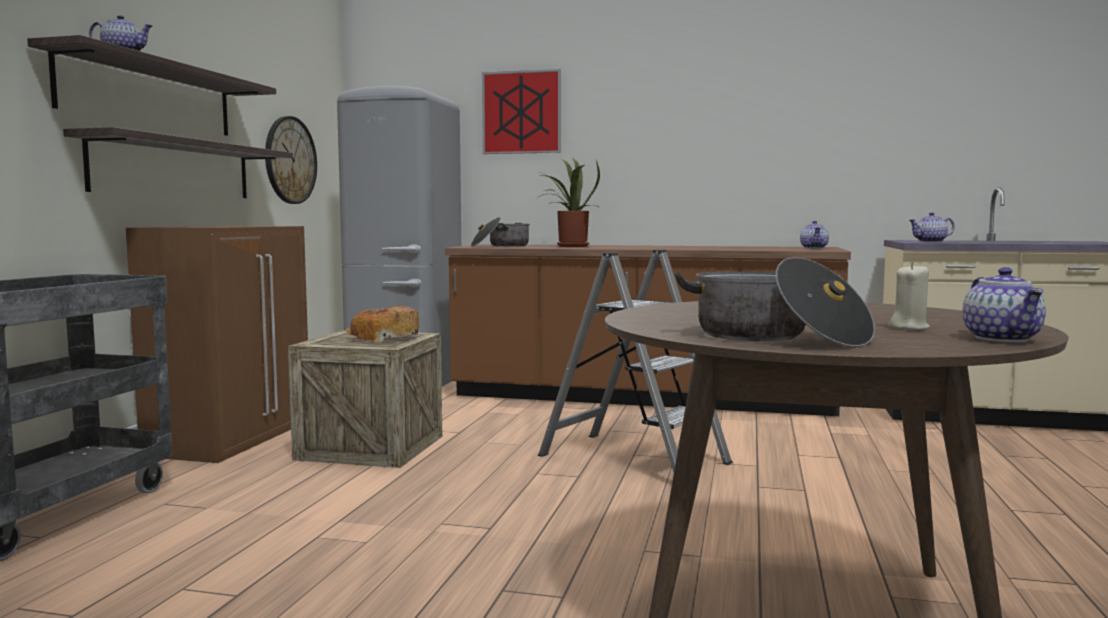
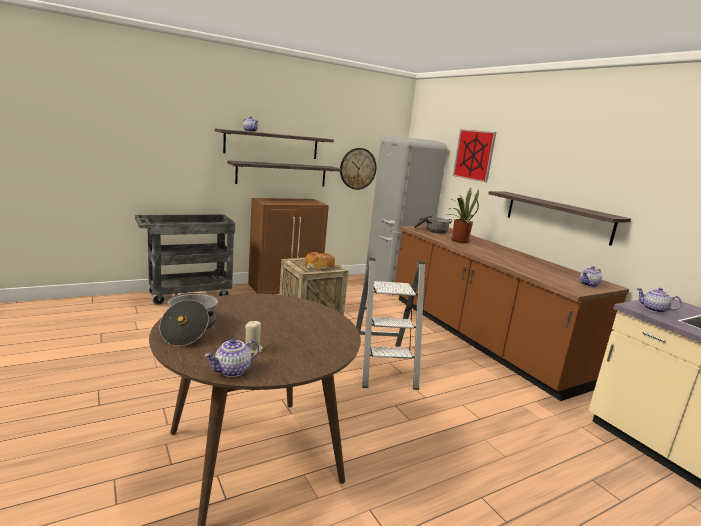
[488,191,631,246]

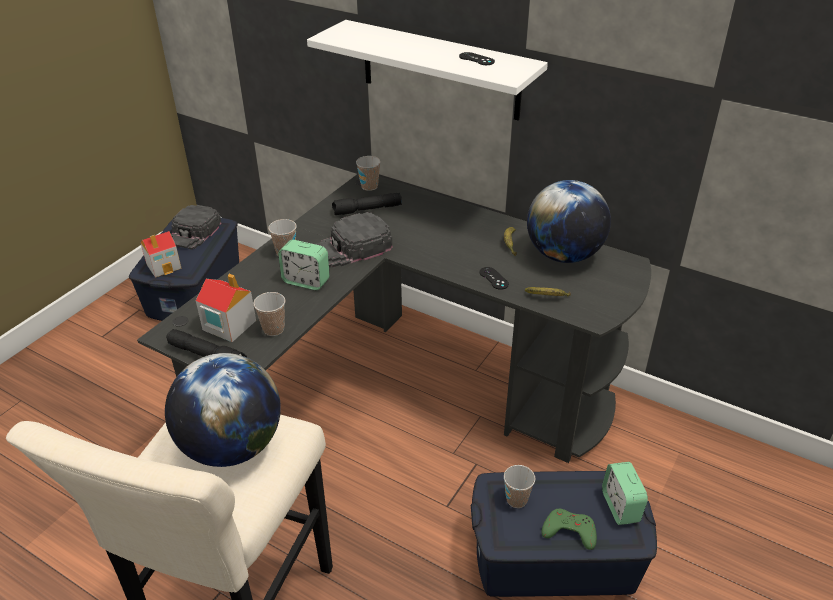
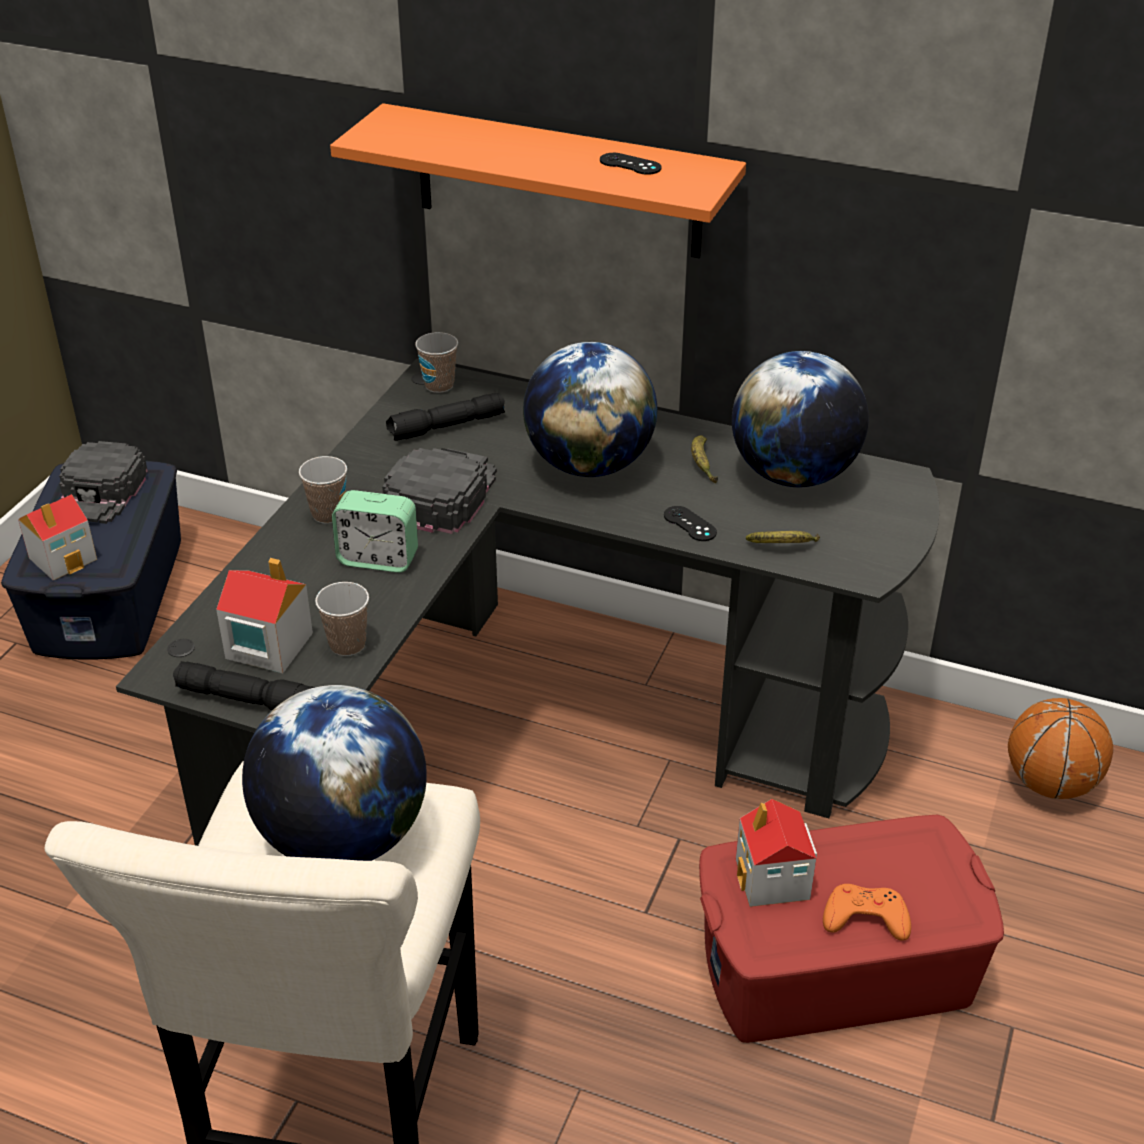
[330,103,746,258]
[382,448,497,534]
[699,815,1004,1043]
[736,799,817,907]
[823,884,911,941]
[602,462,648,525] (first image)
[523,342,657,477]
[1008,698,1113,799]

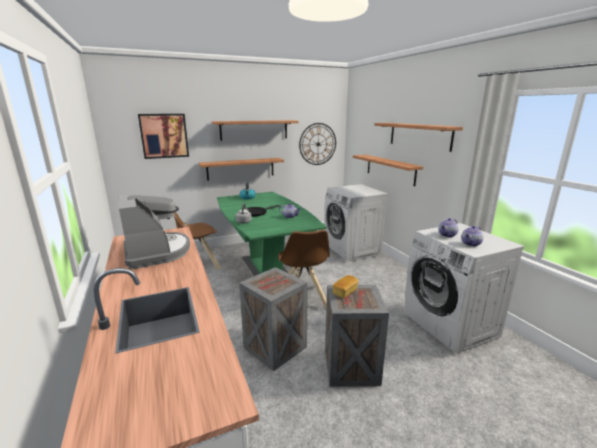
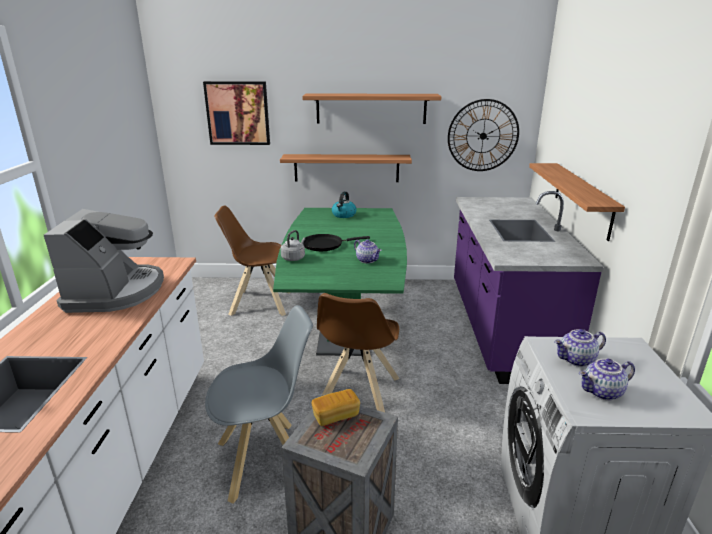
[205,305,313,504]
[454,191,604,384]
[374,123,463,152] (first image)

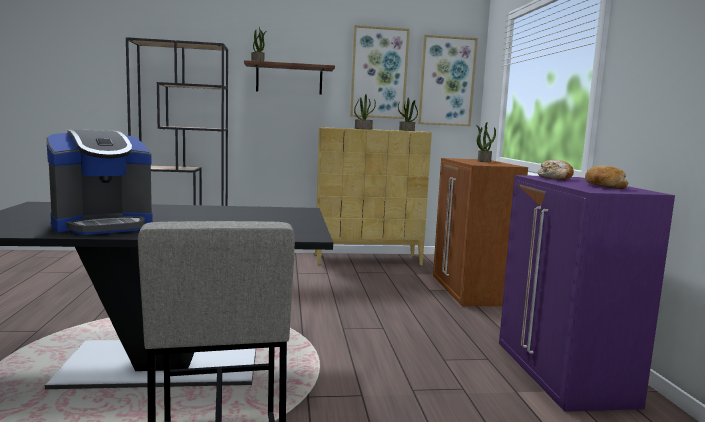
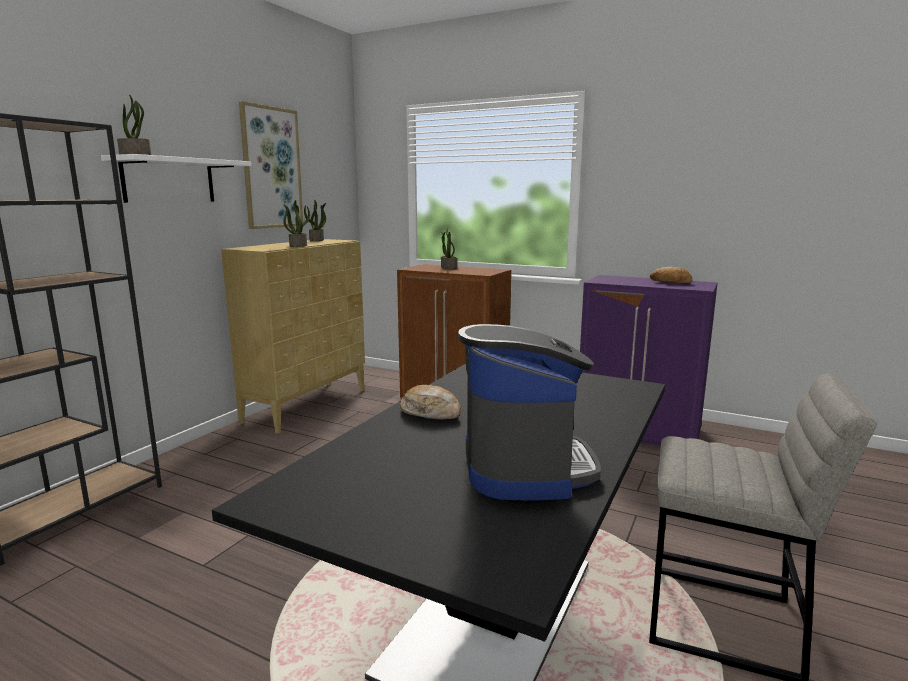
[101,154,251,203]
[418,35,478,126] (first image)
[400,385,461,420]

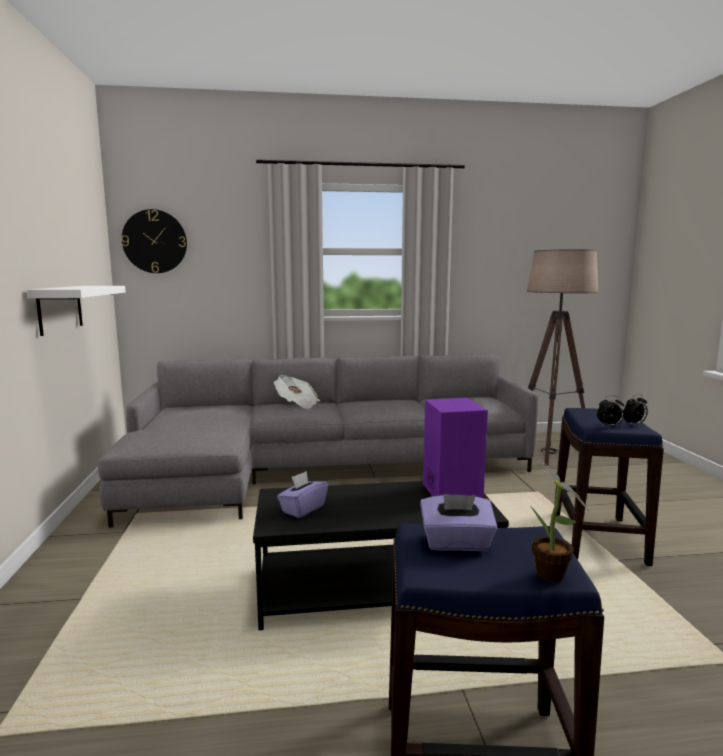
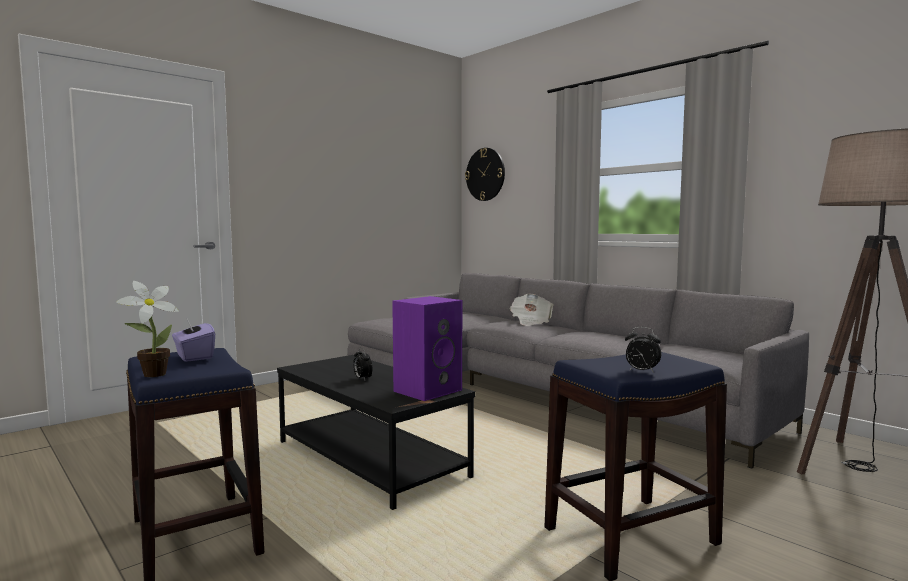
[27,286,126,336] (first image)
[277,471,328,518] (first image)
[353,348,372,380]

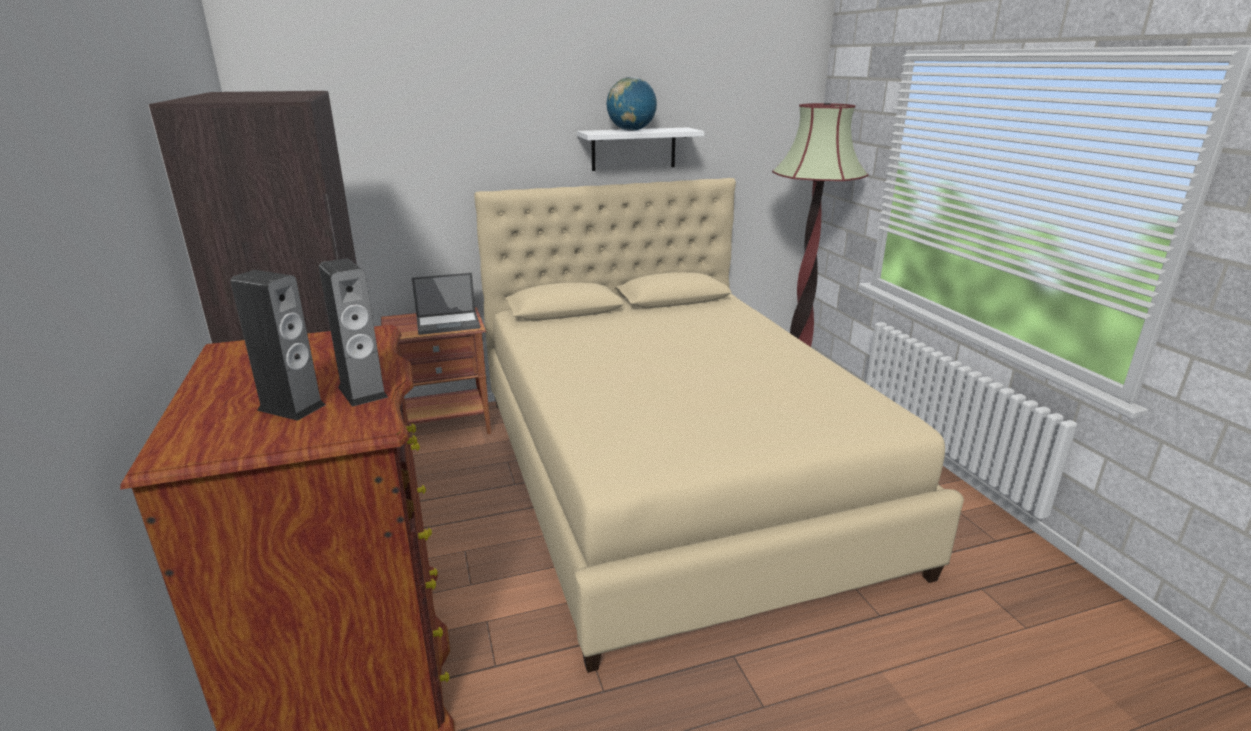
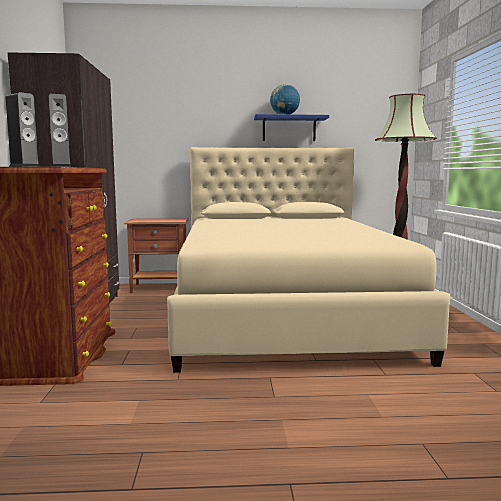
[412,273,480,335] (first image)
[254,114,329,141]

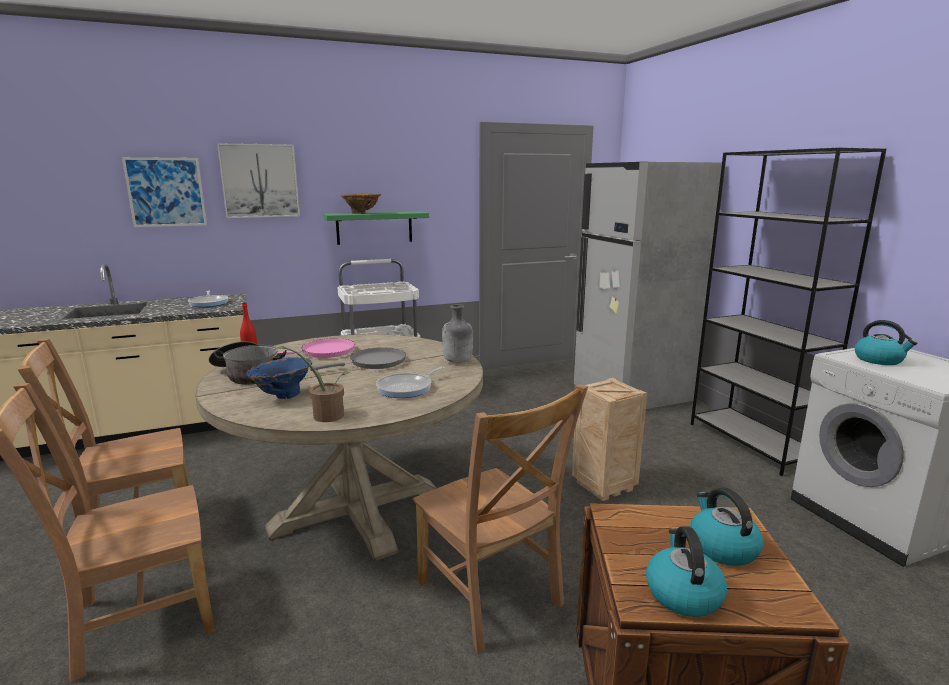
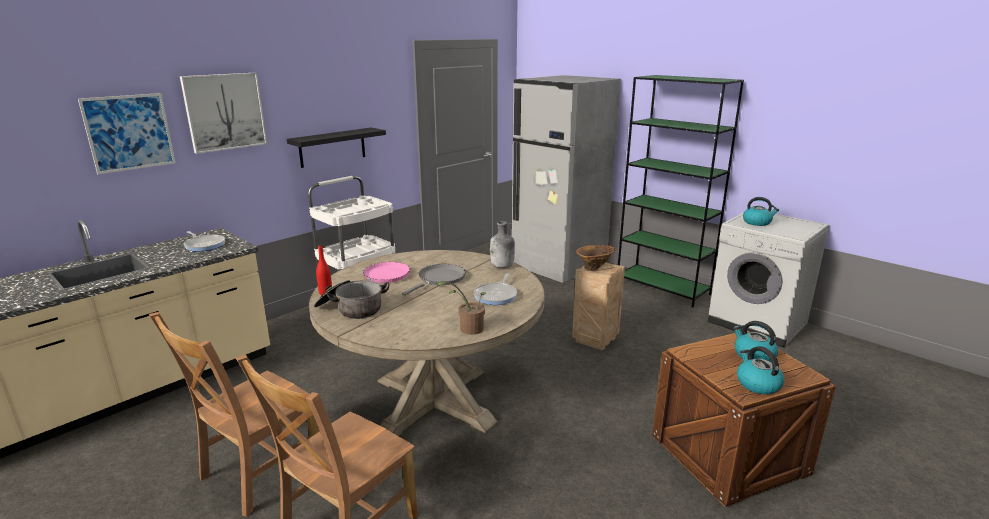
[246,357,312,399] (first image)
[287,128,386,168]
[576,245,615,271]
[412,384,588,653] (first image)
[618,75,744,307]

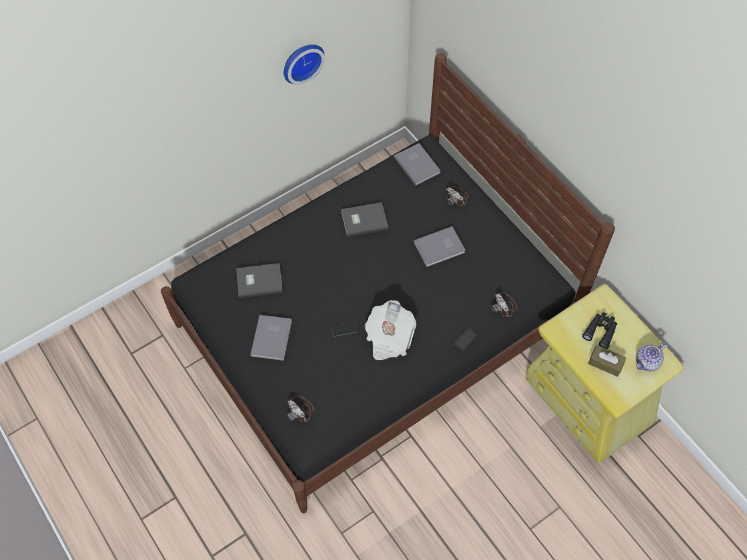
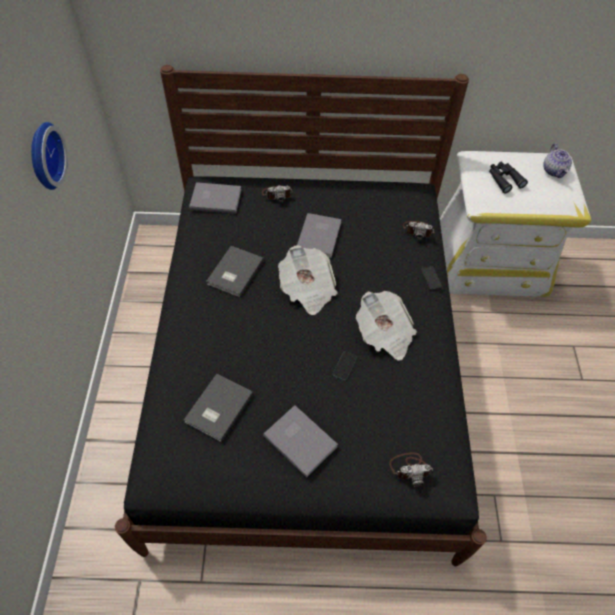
[440,151,591,297]
[588,345,626,377] (first image)
[278,245,337,315]

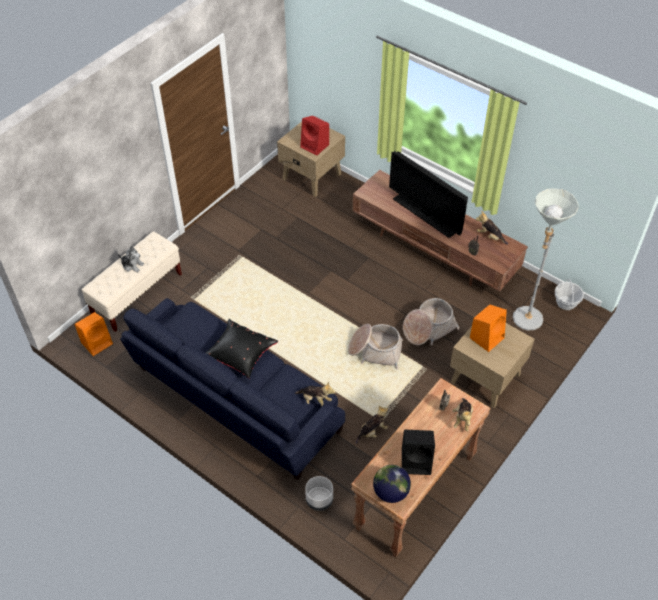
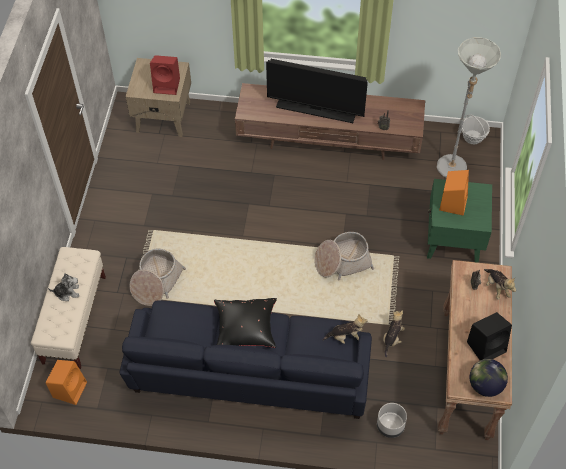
[130,249,186,306]
[427,179,492,263]
[476,211,508,245] (first image)

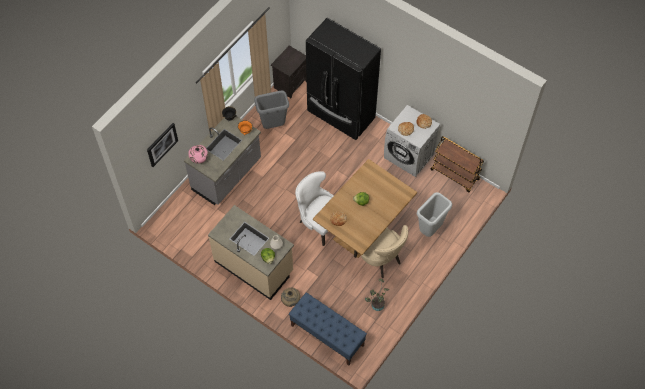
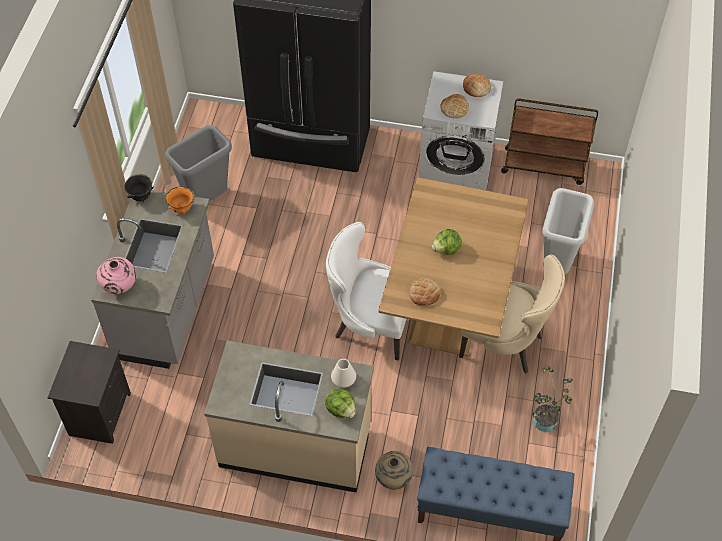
[147,123,178,167] (first image)
[47,341,131,444]

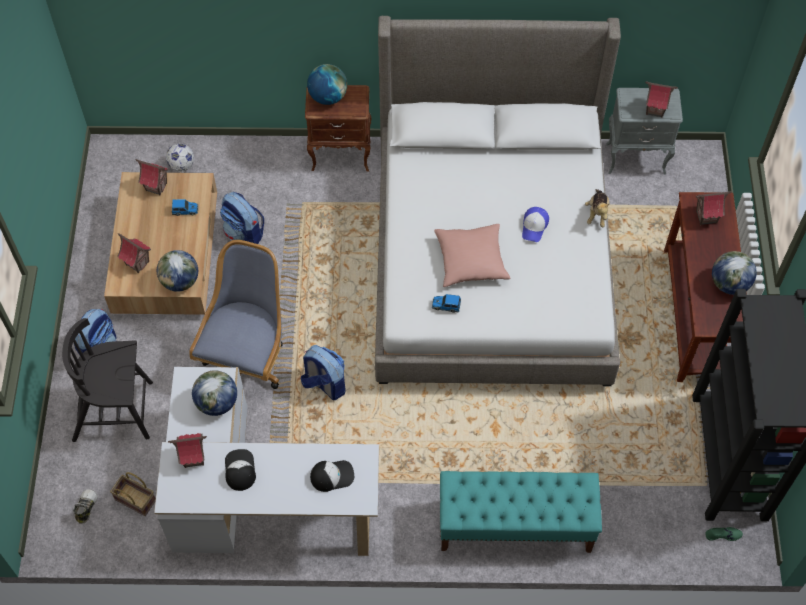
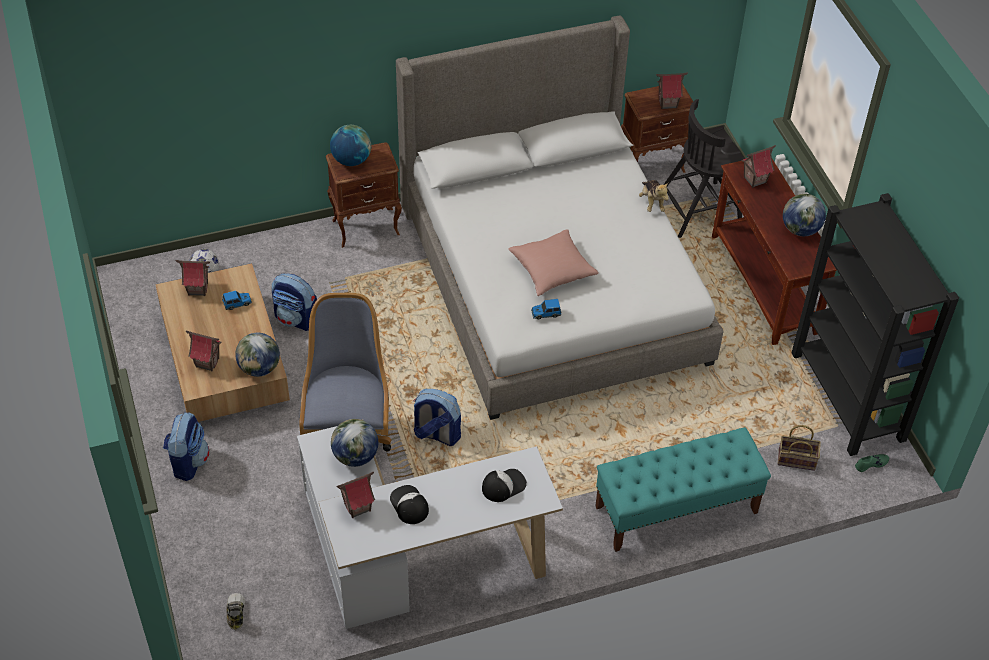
[664,99,745,238]
[778,425,821,471]
[522,207,549,242] (first image)
[621,83,696,173]

